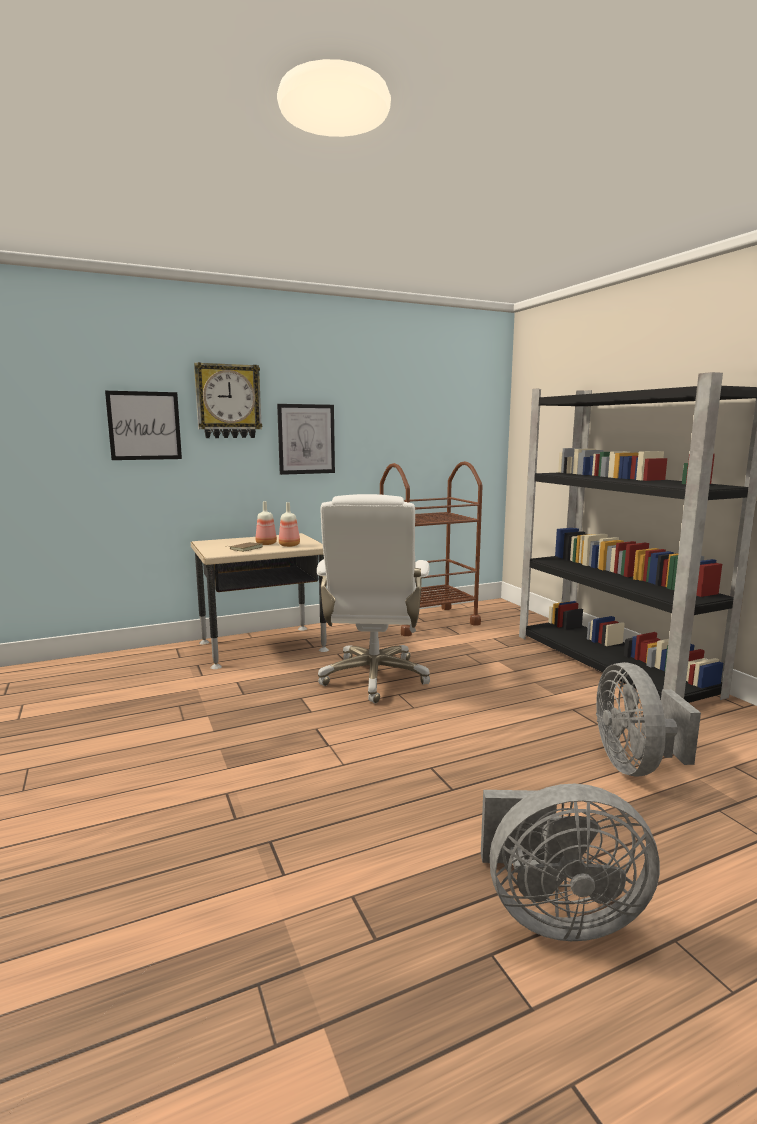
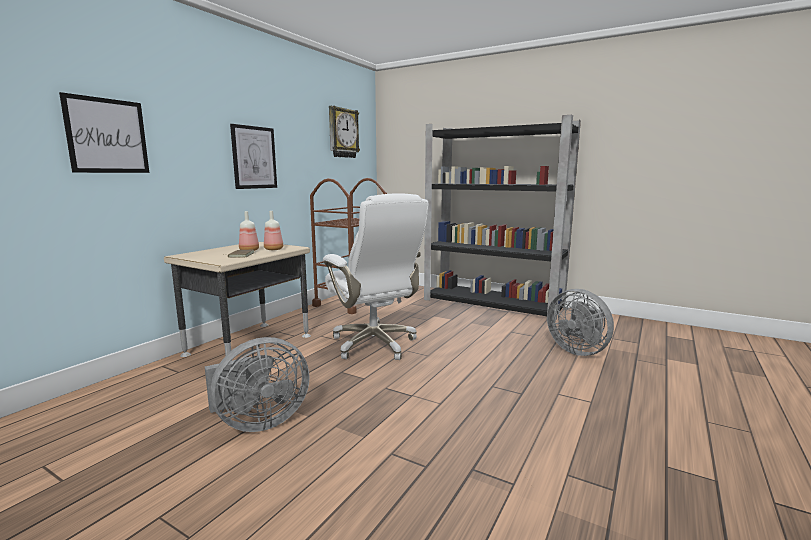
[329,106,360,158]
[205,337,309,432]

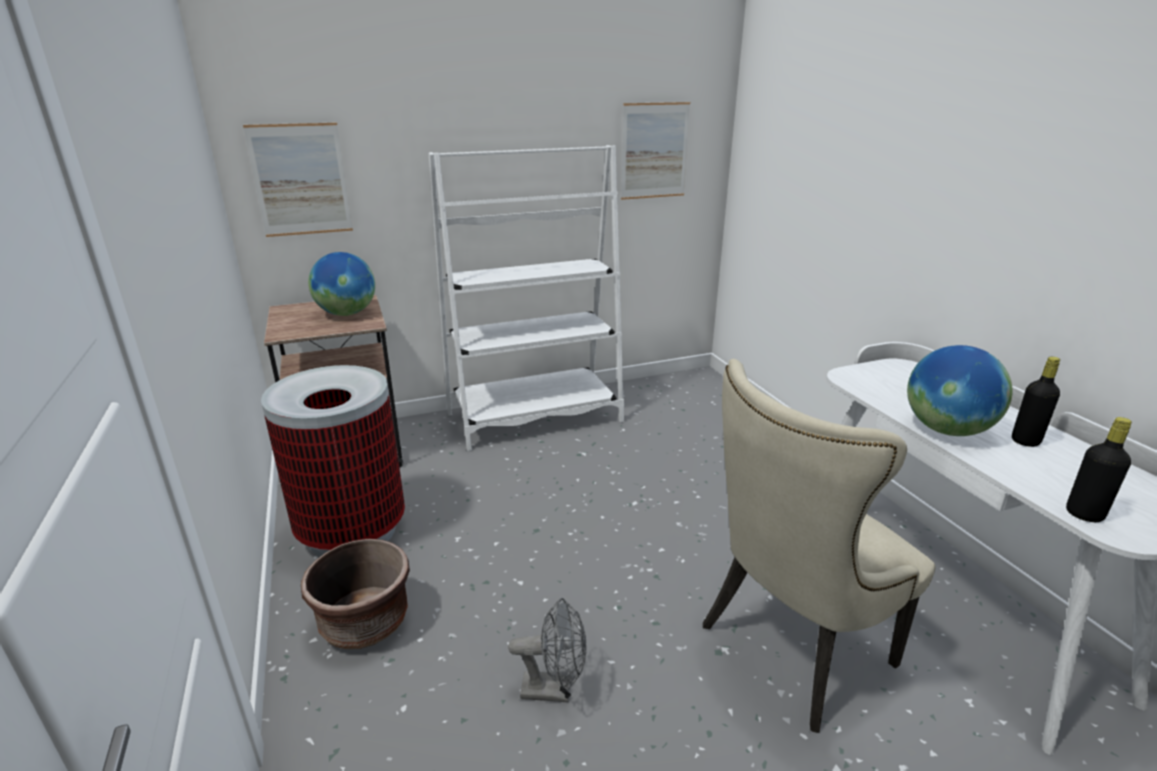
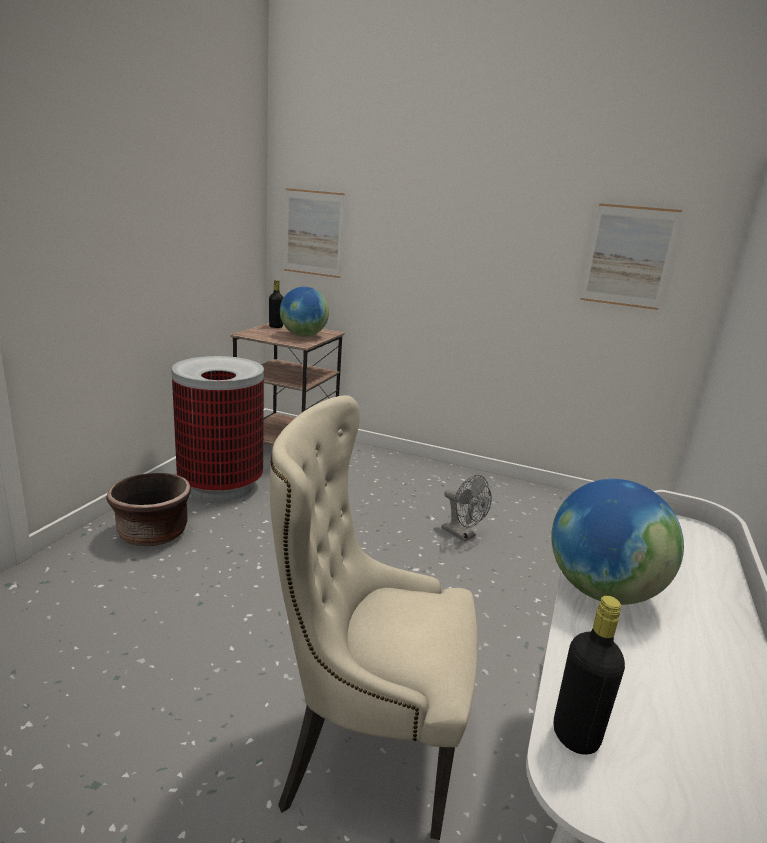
[429,145,624,451] (first image)
[442,475,492,541]
[269,280,284,328]

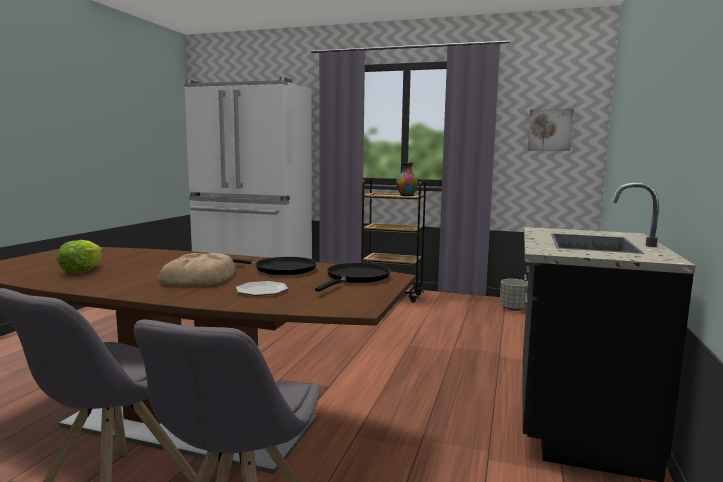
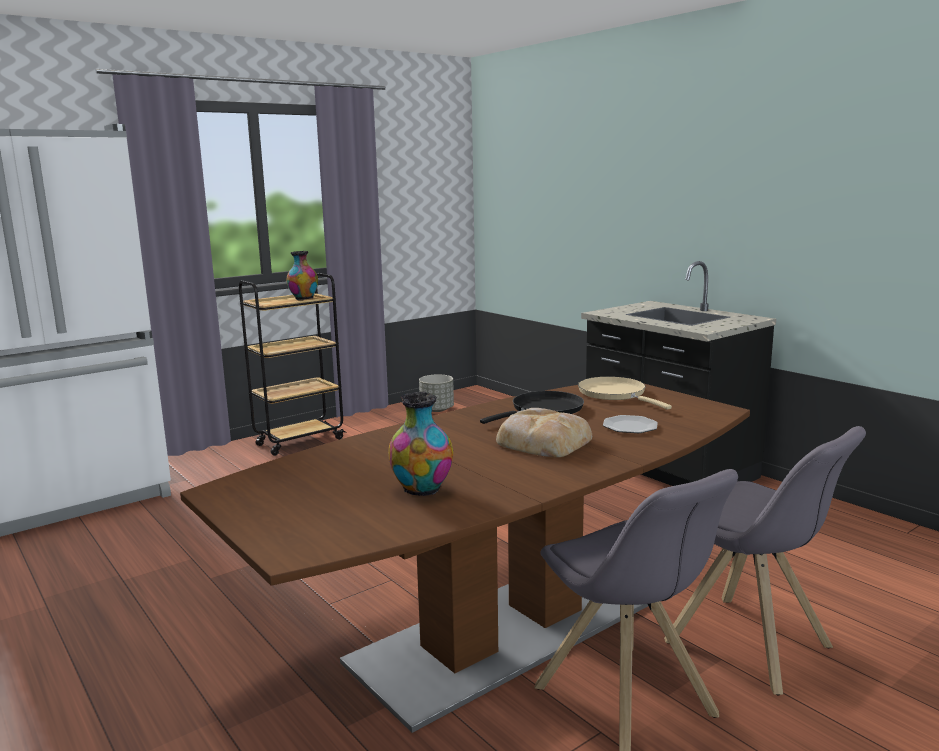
[388,391,453,496]
[578,377,672,410]
[527,109,574,151] (first image)

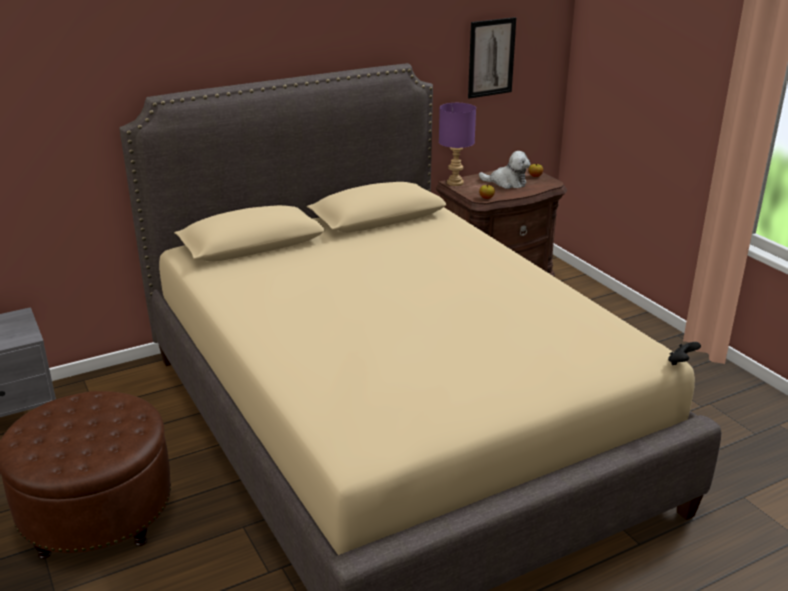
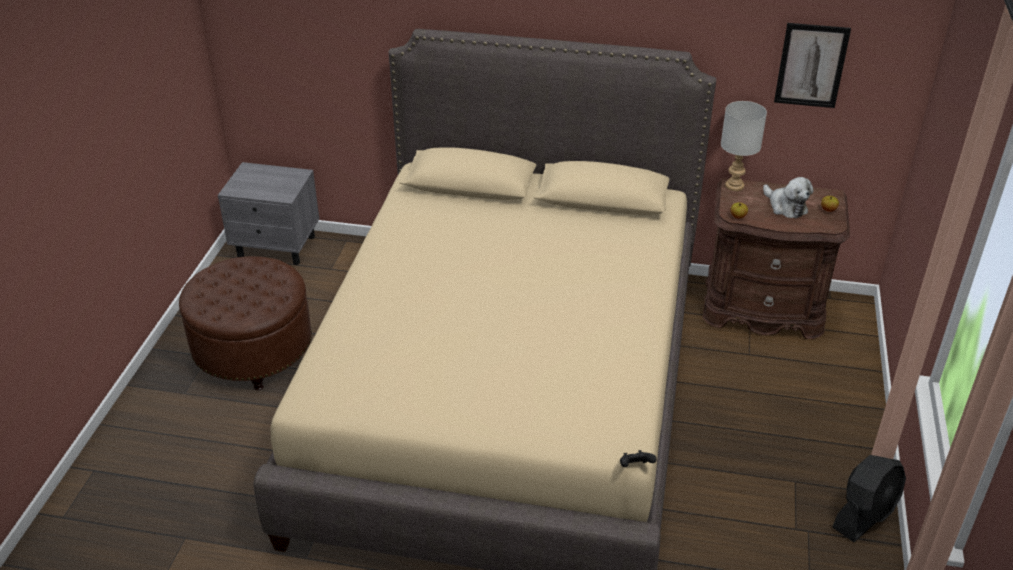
[721,101,767,191]
[832,455,906,542]

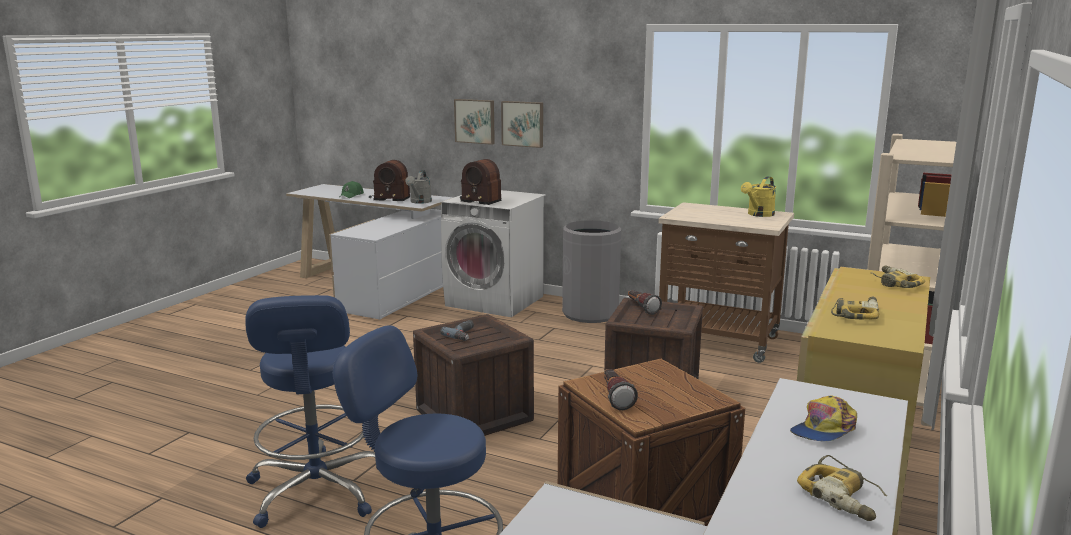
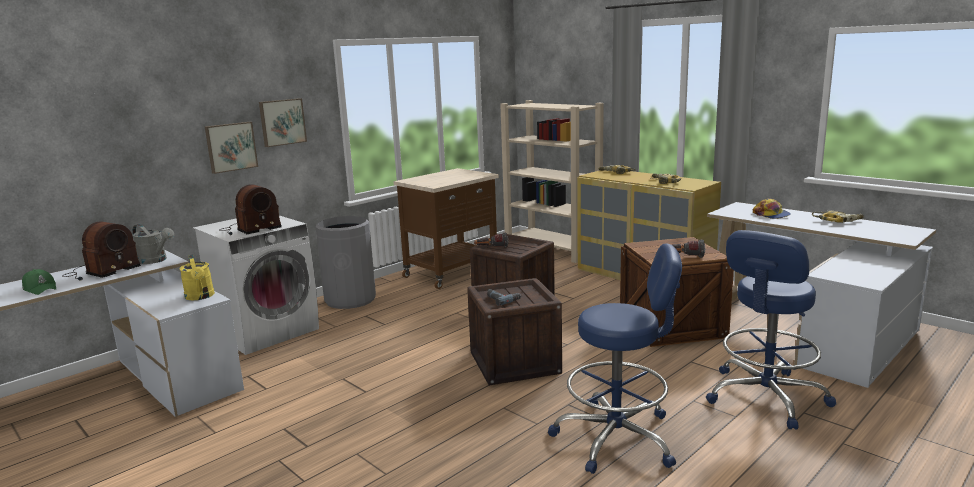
[259,98,307,147]
[179,254,215,300]

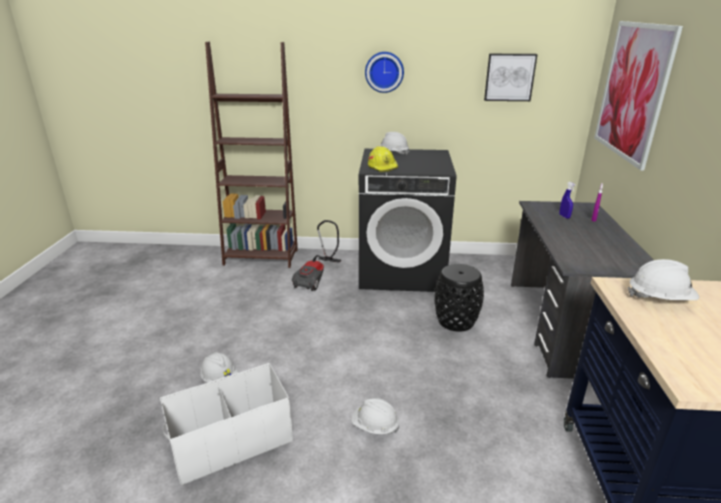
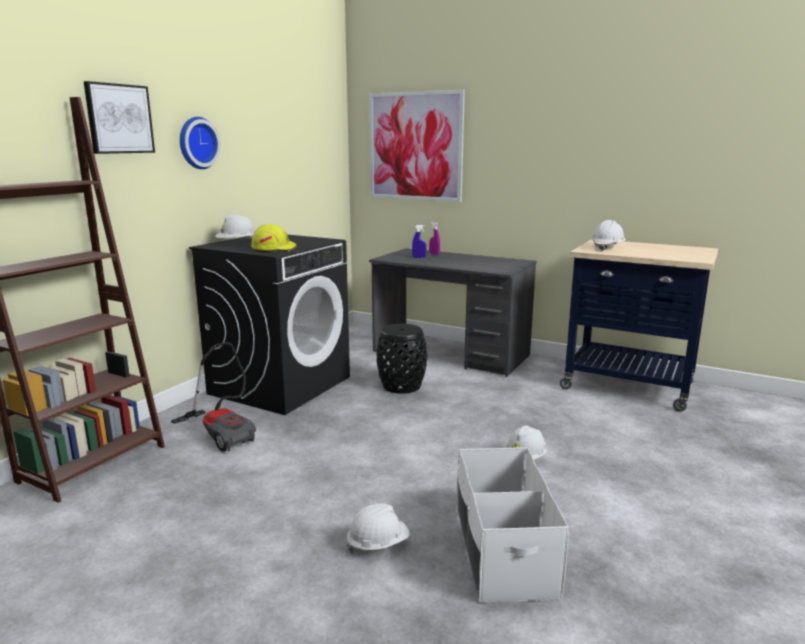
[83,81,155,154]

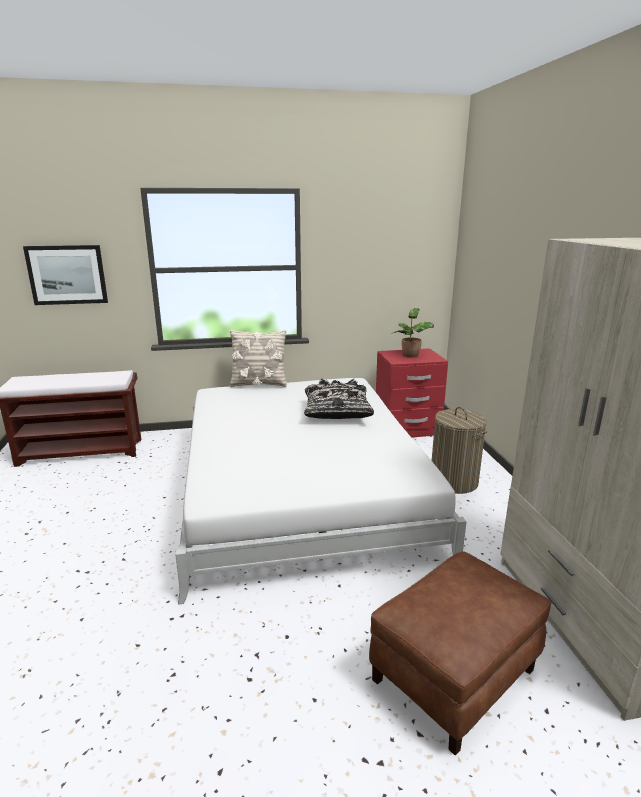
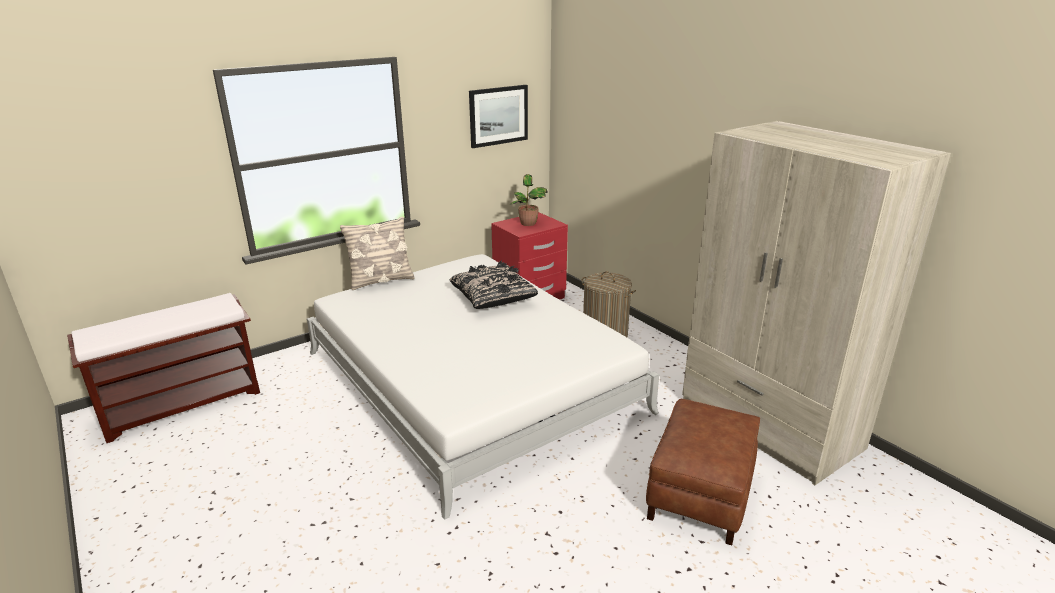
[469,85,528,148]

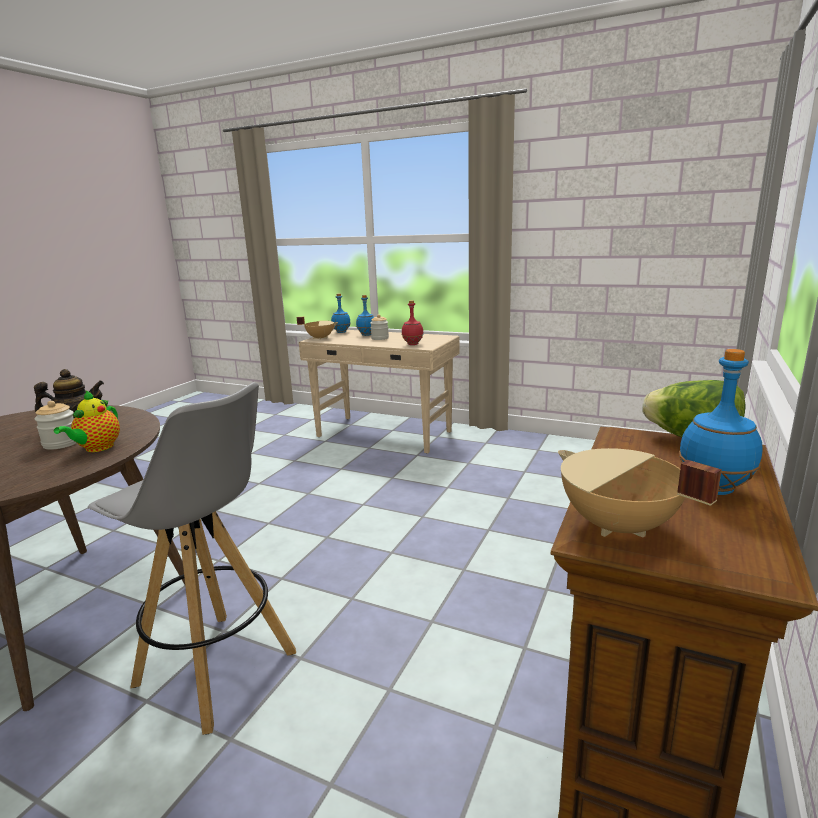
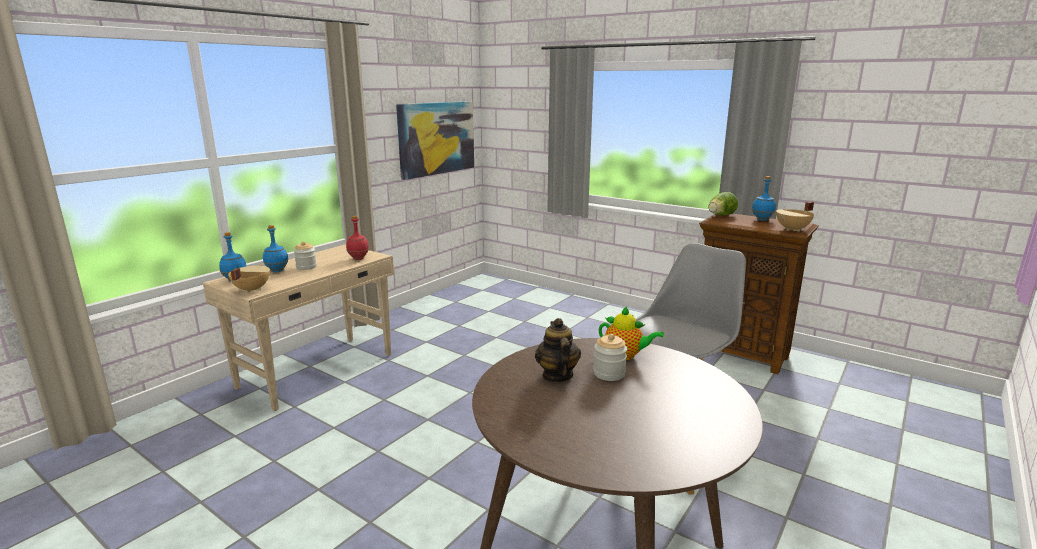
[396,101,474,180]

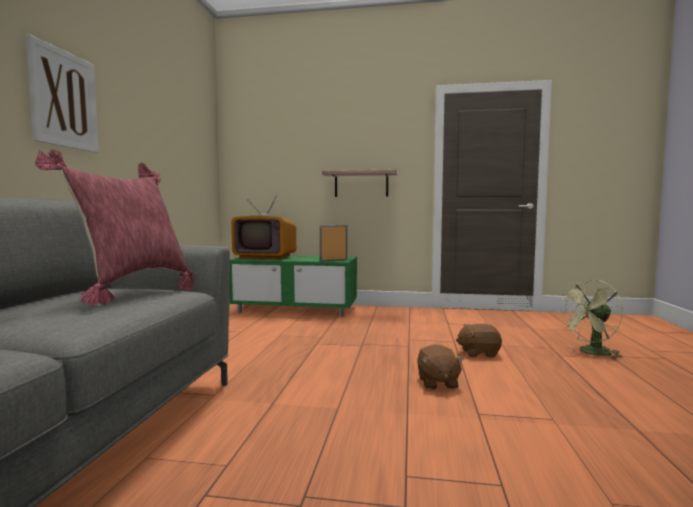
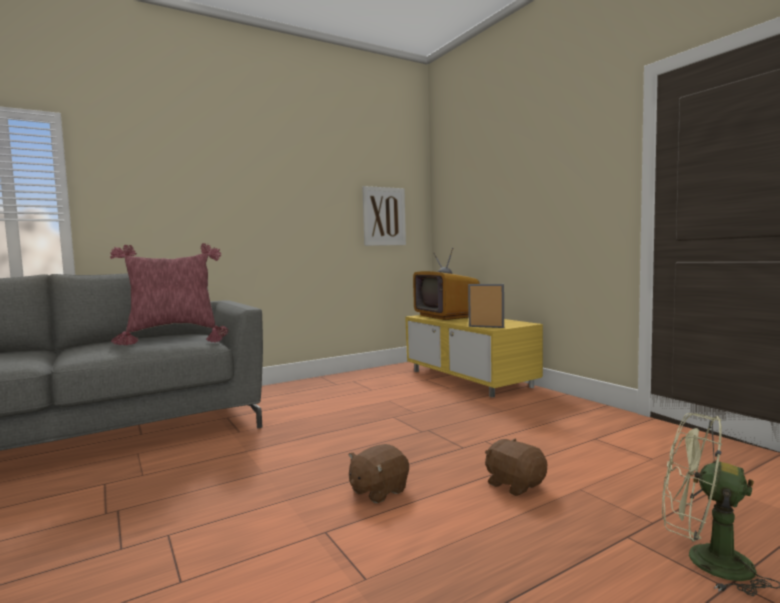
[362,186,406,246]
[405,315,543,397]
[322,169,398,197] (first image)

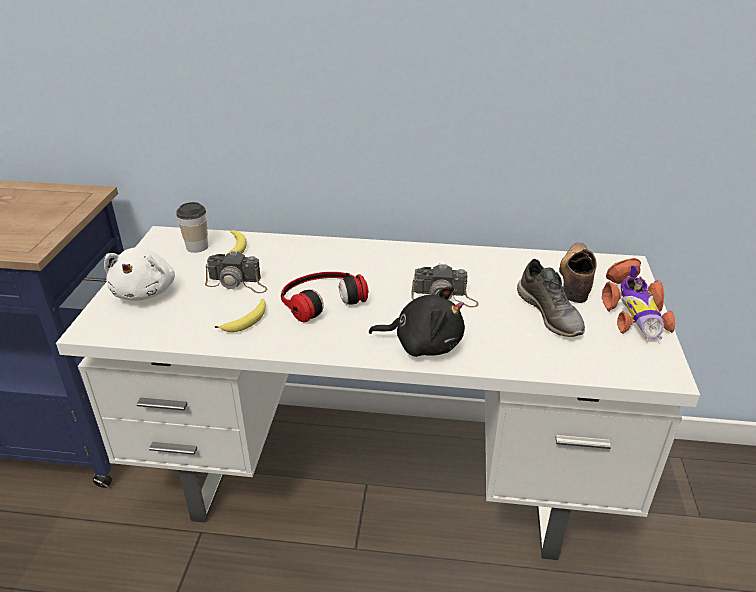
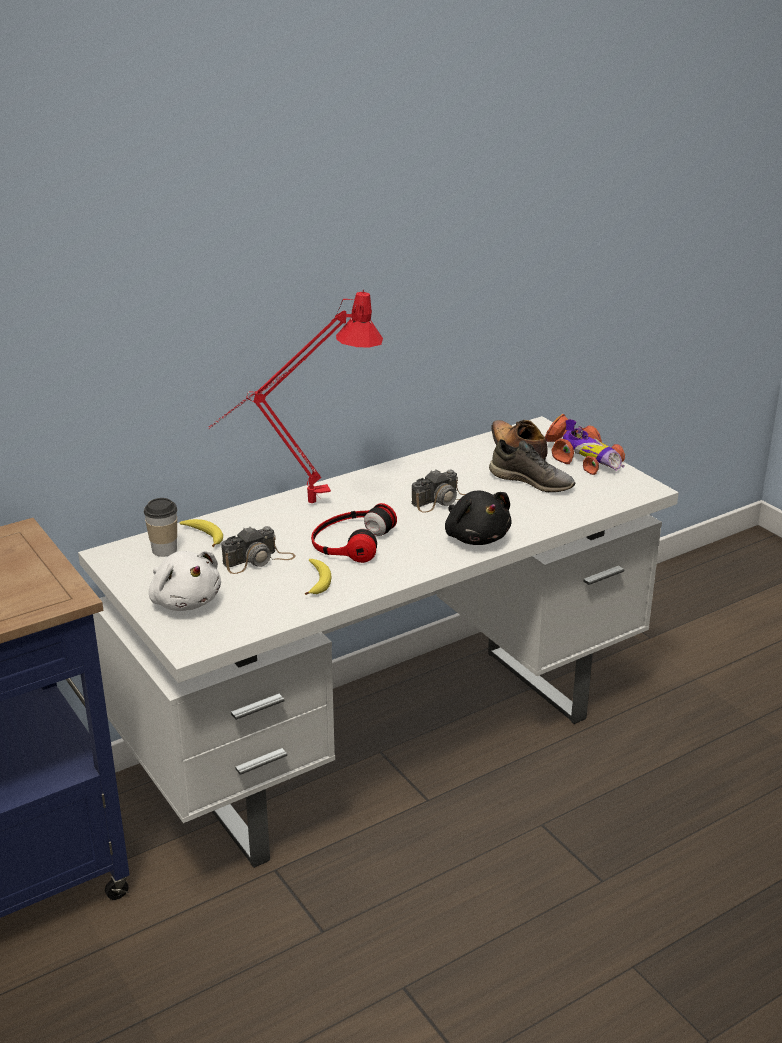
[445,491,512,545]
[209,290,383,503]

